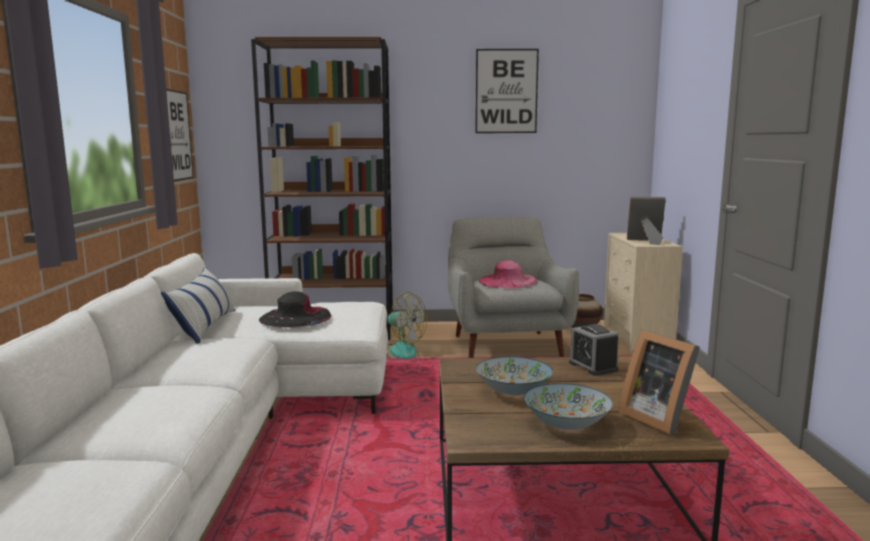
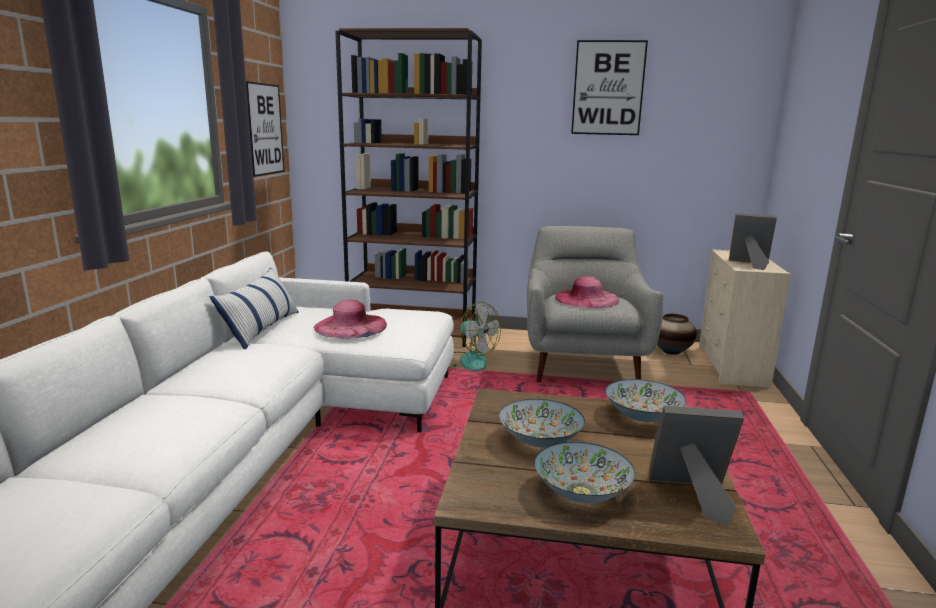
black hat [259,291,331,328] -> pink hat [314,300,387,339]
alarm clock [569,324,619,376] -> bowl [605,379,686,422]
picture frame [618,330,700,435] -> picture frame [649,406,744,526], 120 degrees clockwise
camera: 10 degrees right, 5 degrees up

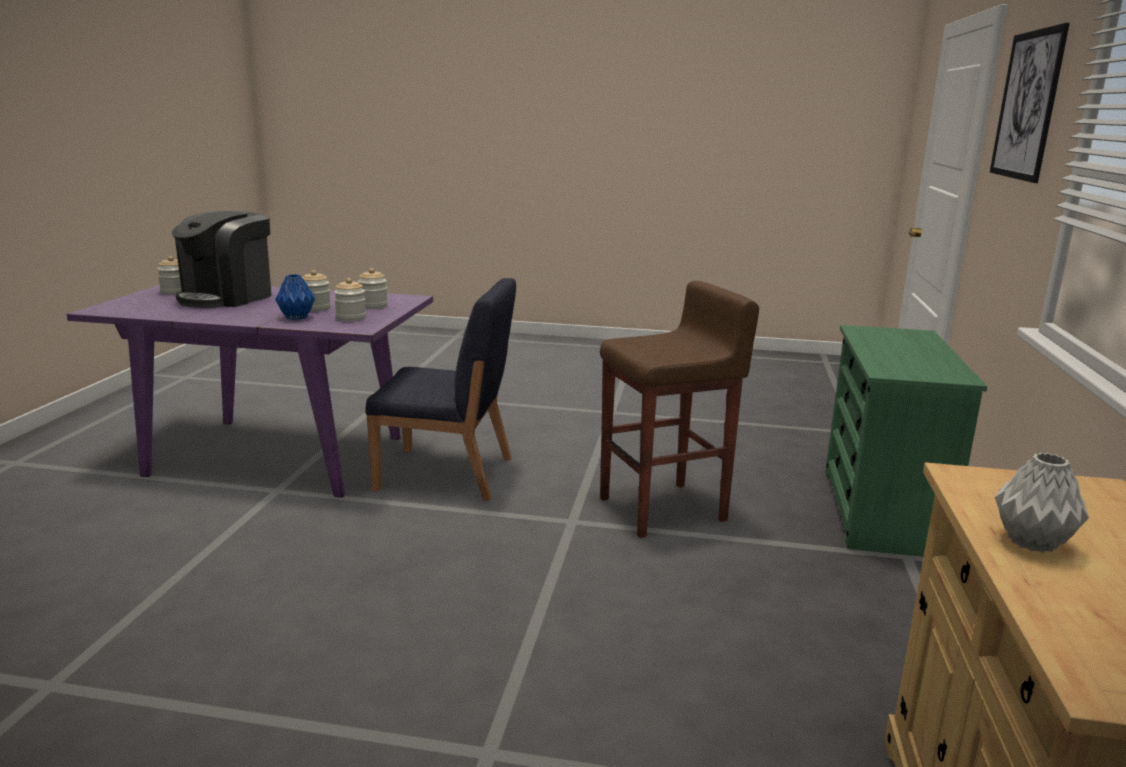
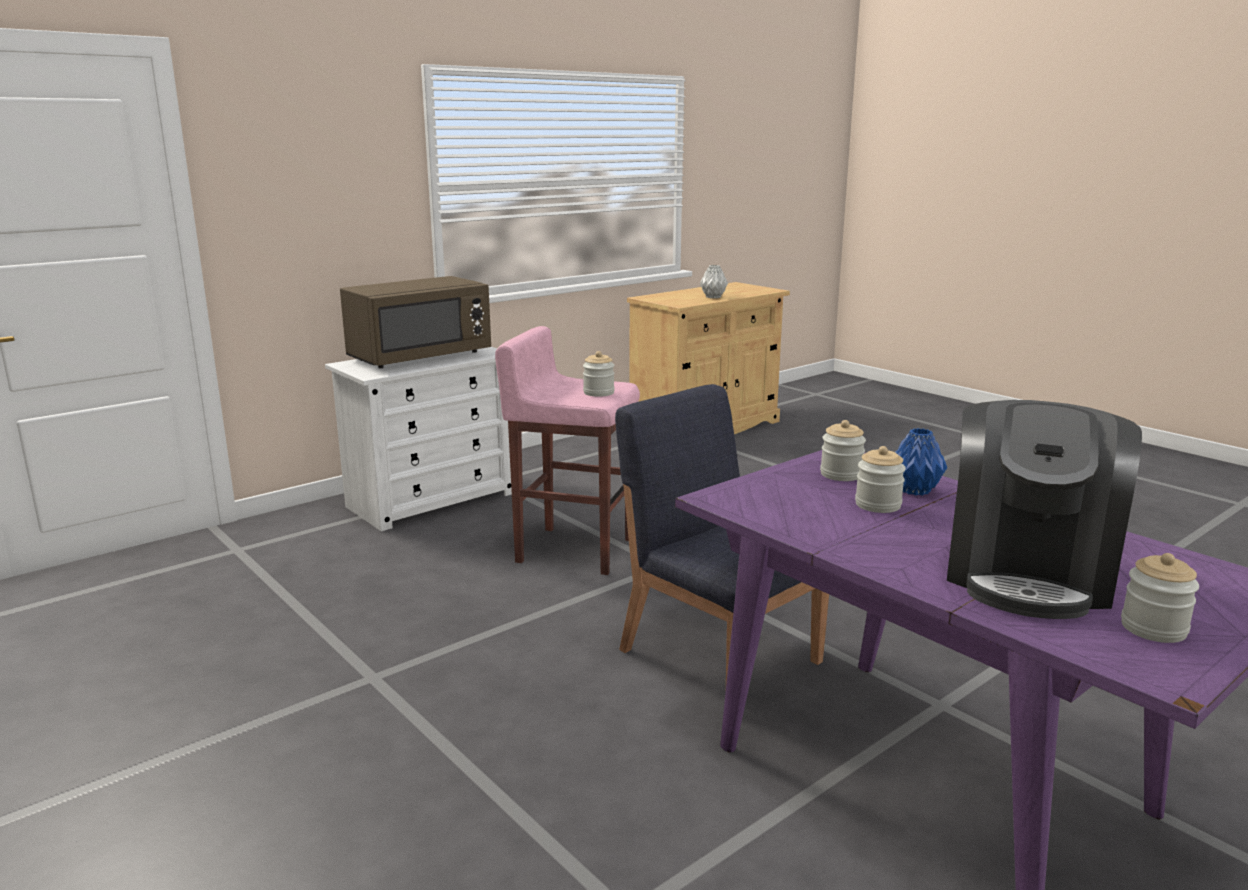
green dresser [825,325,987,557] -> white dresser [325,347,512,531]
none -> brown microwave [340,276,491,368]
brown stool [600,281,759,538] -> pink stool [495,326,640,575]
jar [358,268,388,309] -> jar [583,351,615,397], relocated
coffee machine [172,211,272,308] -> coffee machine [947,400,1142,619], 135 degrees clockwise
picture [990,23,1070,183] -> none
camera: 140 degrees left, 0 degrees up

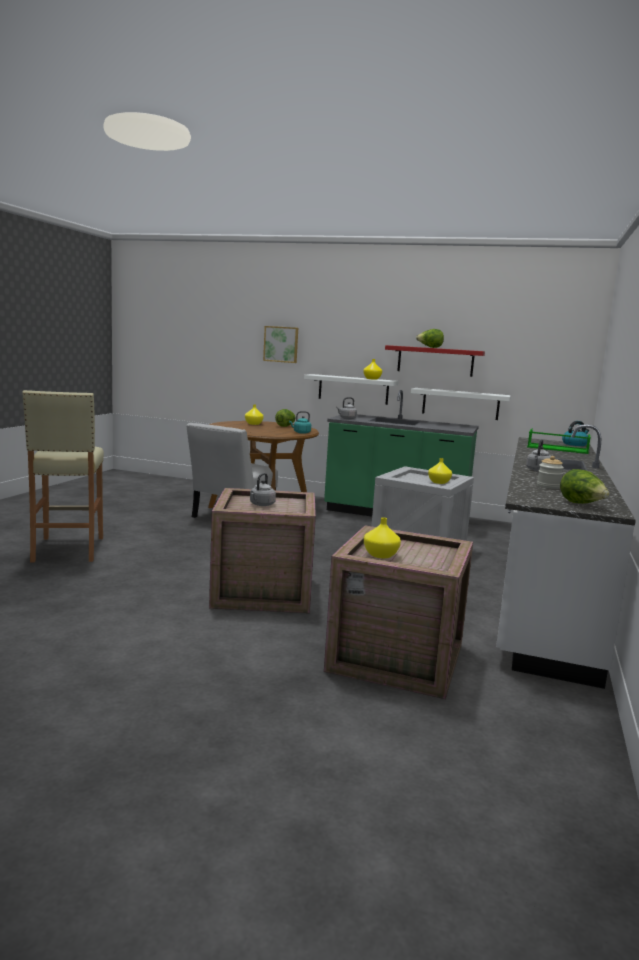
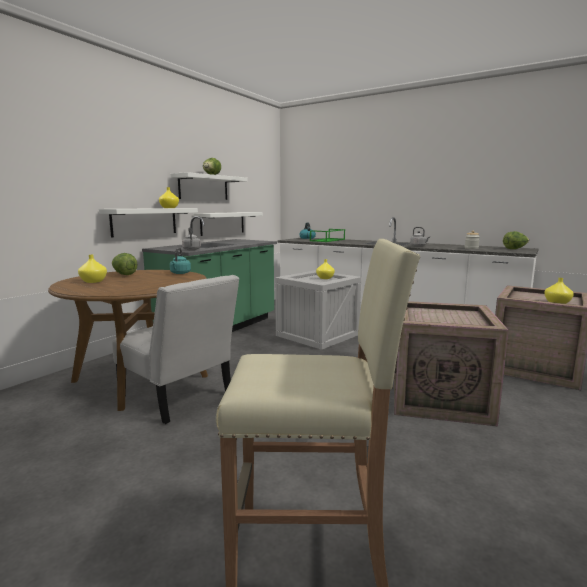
red shelf [385,345,485,377] -> white shelf [171,172,247,200]
grey kettle [250,473,276,506] -> none
picture [263,326,298,363] -> none
camera: 75 degrees left, 0 degrees up

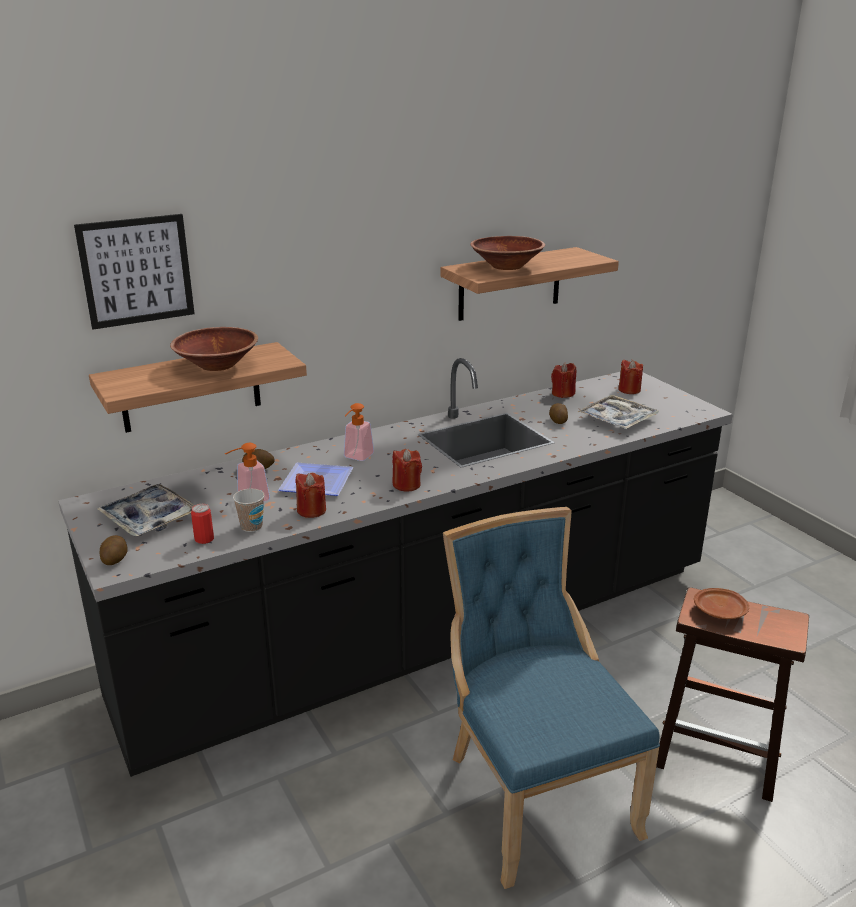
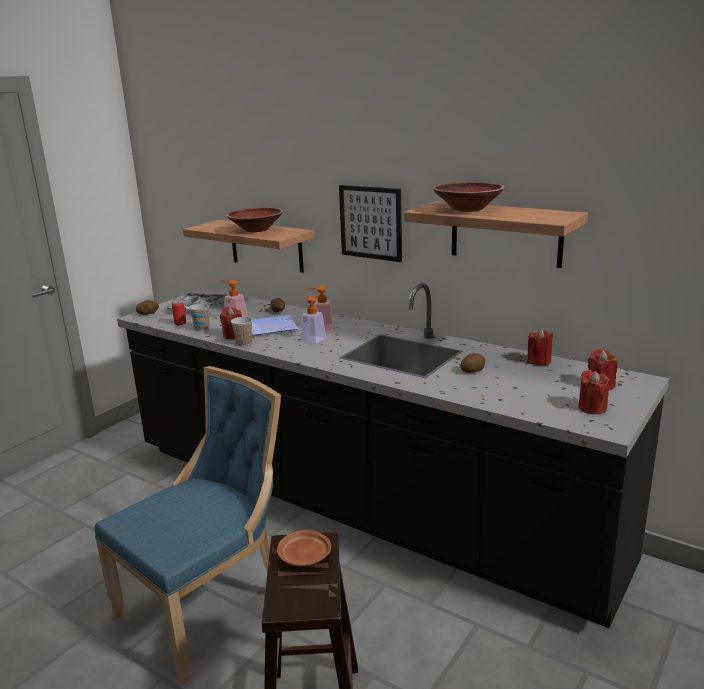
none -> cup [231,317,253,346]
none -> soap dispenser [301,294,326,344]
picture [74,214,195,330] -> picture [339,185,402,262], relocated
red candle [393,449,422,491] -> red candle [578,370,610,414], relocated
tray [578,395,659,429] -> none
camera: 65 degrees right, 5 degrees down

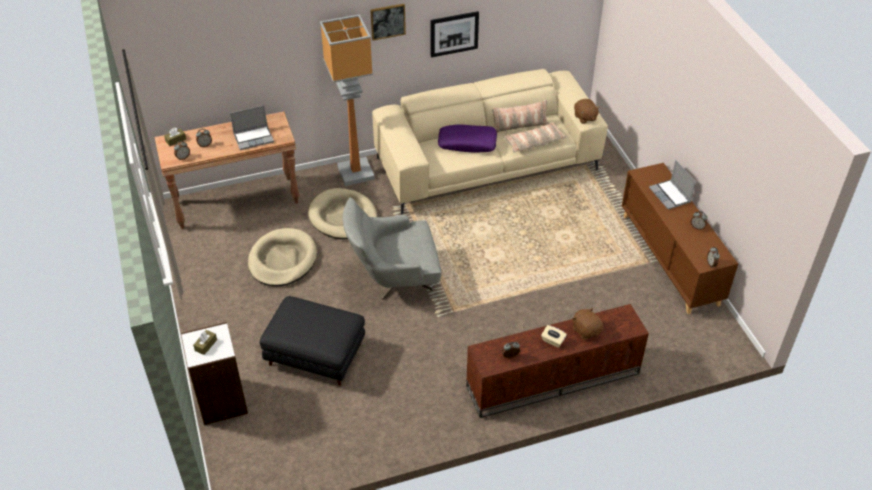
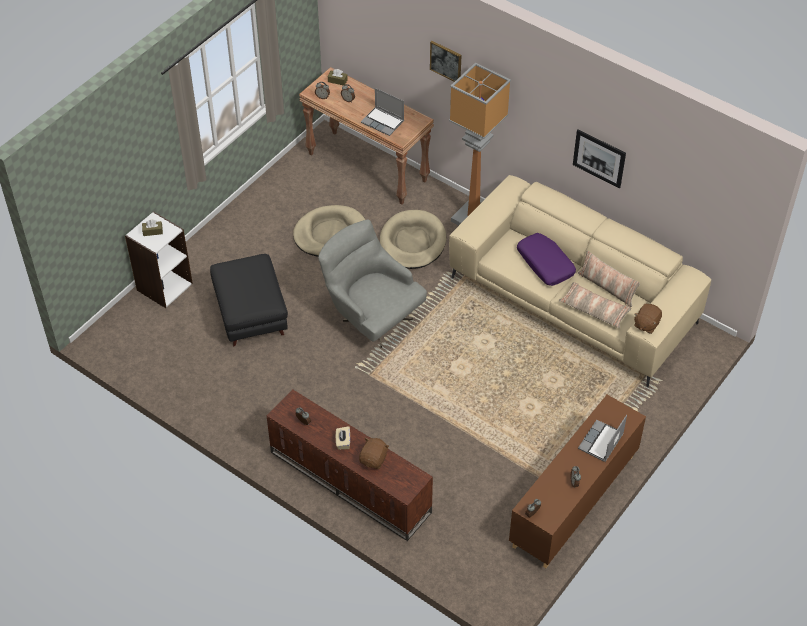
picture [370,4,406,41] -> picture [430,41,461,82], relocated
camera: 55 degrees right, 5 degrees up

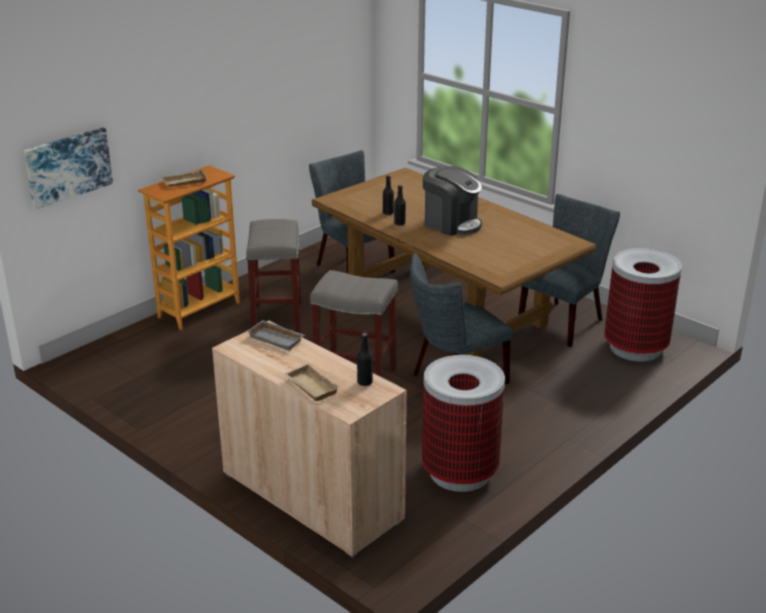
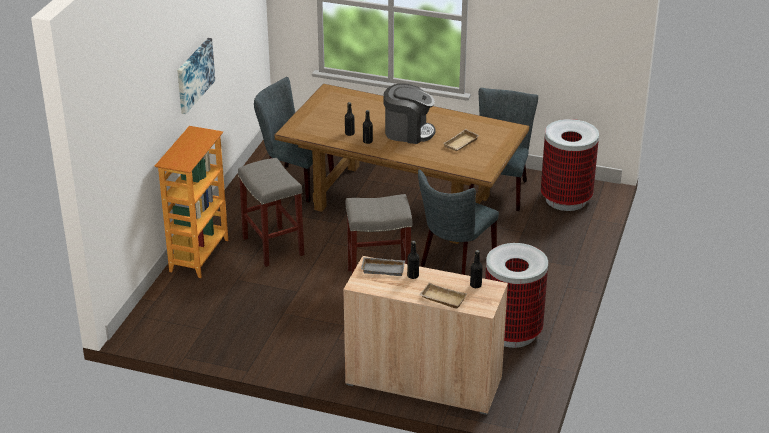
picture [23,127,113,209] -> picture [177,38,215,114], relocated
none -> black bottle [407,241,419,279]
beige tray [162,169,207,187] -> beige tray [444,129,480,151], relocated
camera: 25 degrees left, 5 degrees up

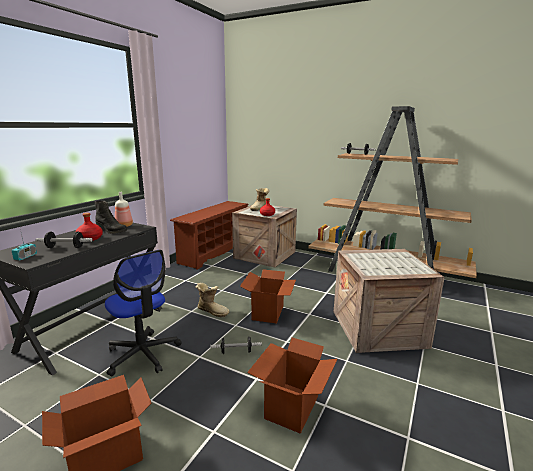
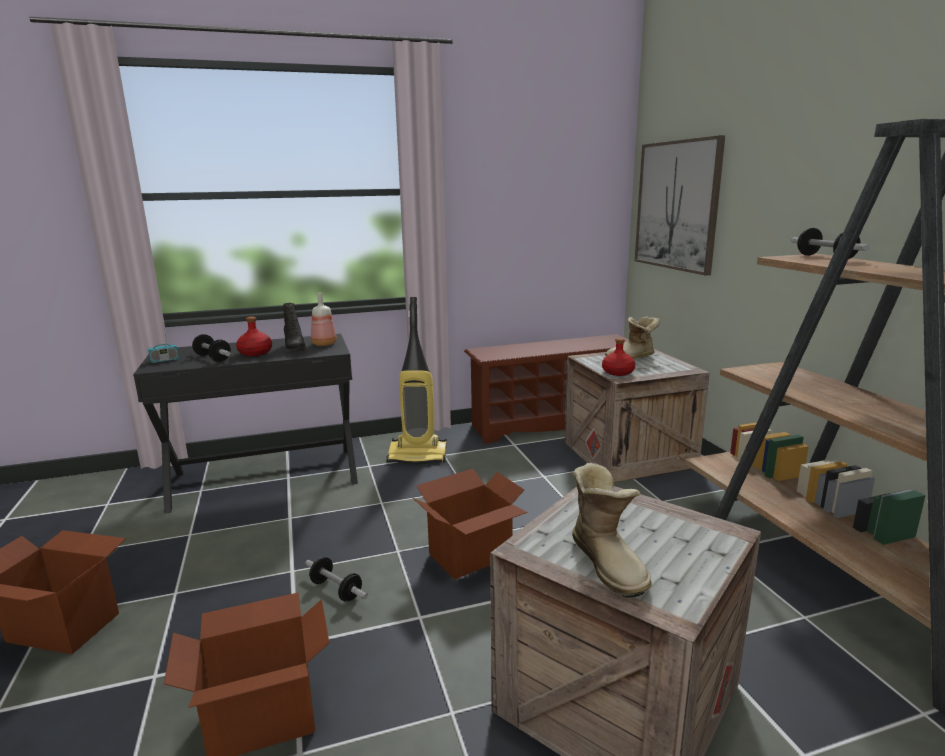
none -> vacuum cleaner [386,297,447,465]
boot [196,283,229,317] -> boot [572,463,652,598], relocated
none -> picture [635,135,725,276]
office chair [105,250,182,376] -> none
camera: 45 degrees right, 0 degrees up

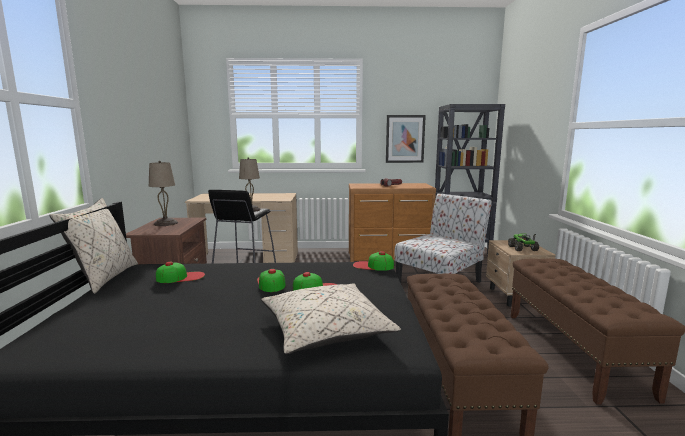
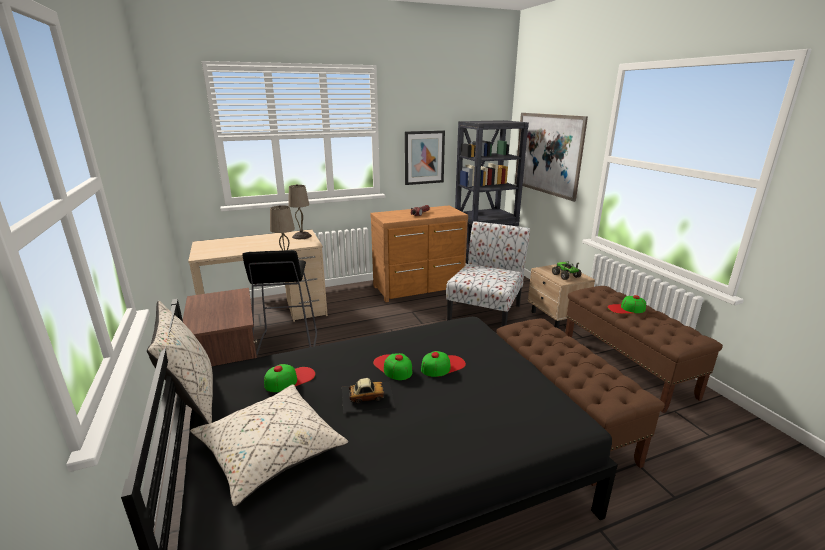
beige pillow [261,284,401,354] -> beige pillow [190,384,348,507], relocated
beige table lamp [149,161,178,226] -> beige table lamp [288,184,312,239], relocated
none -> toy car [342,378,395,413]
none -> picture [515,113,588,202]
cap [353,251,394,271] -> cap [608,295,646,314], relocated
camera: 20 degrees left, 10 degrees up

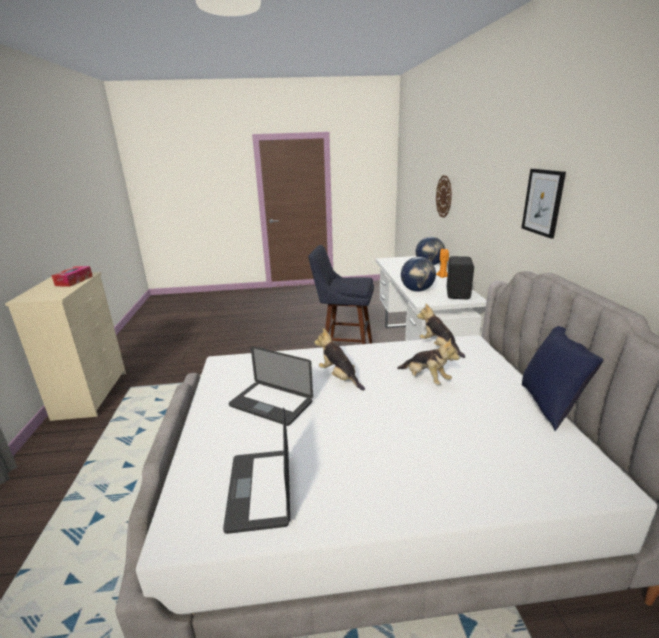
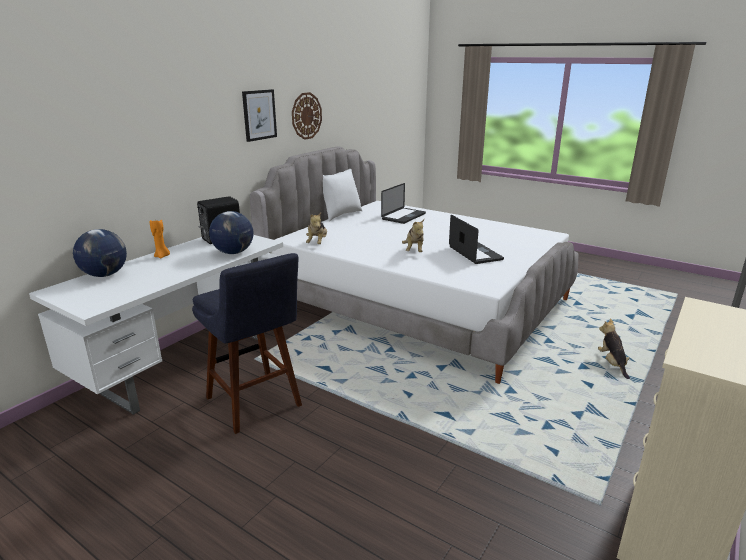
wall clock [436,175,452,218] -> wall clock [292,92,322,140], relocated
blue pillow [522,326,604,431] -> white pillow [323,169,362,221]
laptop [223,407,290,534] -> laptop [381,183,426,224], relocated
plush toy [397,338,460,385] -> plush toy [598,318,630,379], relocated
tissue box [51,266,93,287] -> none
camera: 140 degrees left, 0 degrees up

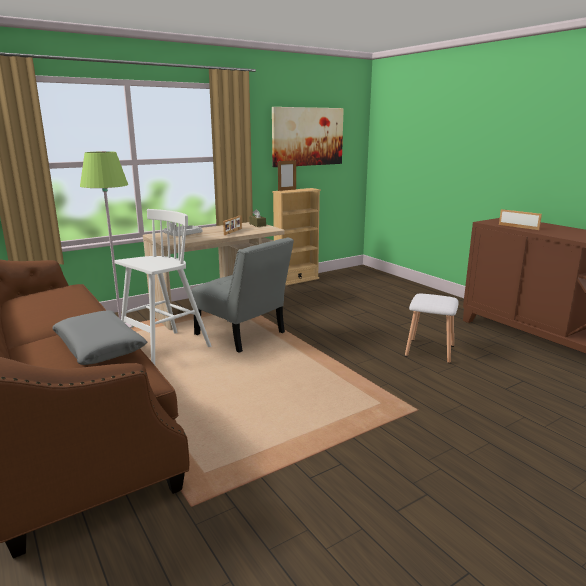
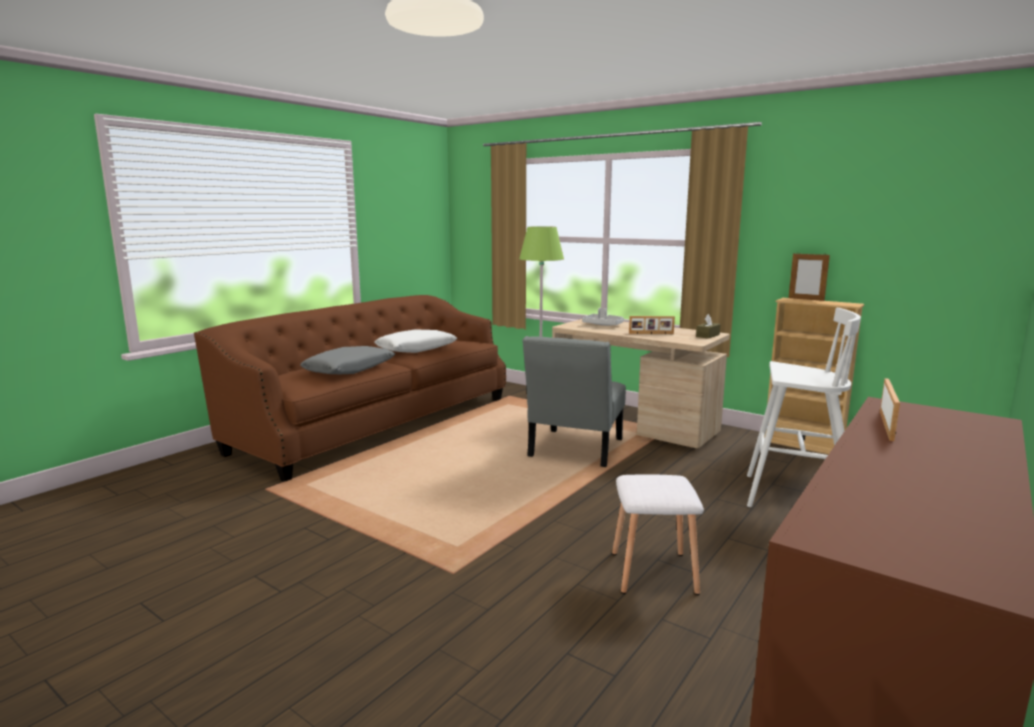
none -> white pillow [374,329,457,353]
white stool [114,209,211,365] -> white stool [747,308,861,507], relocated
picture [272,107,344,167] -> none
camera: 70 degrees right, 5 degrees down

